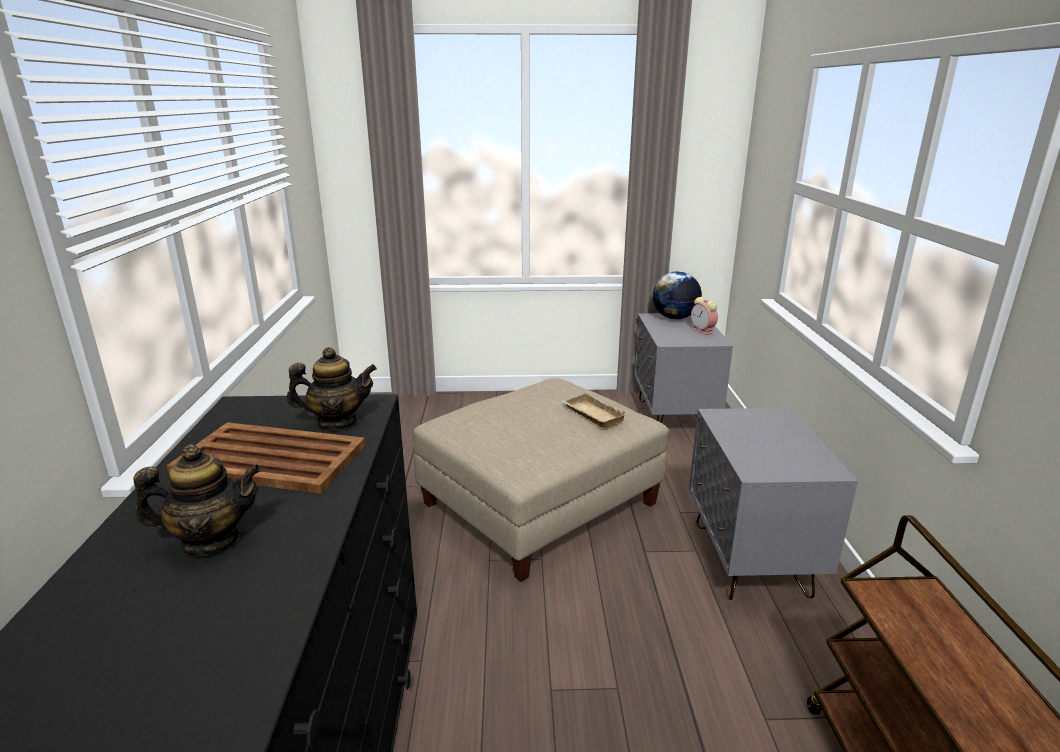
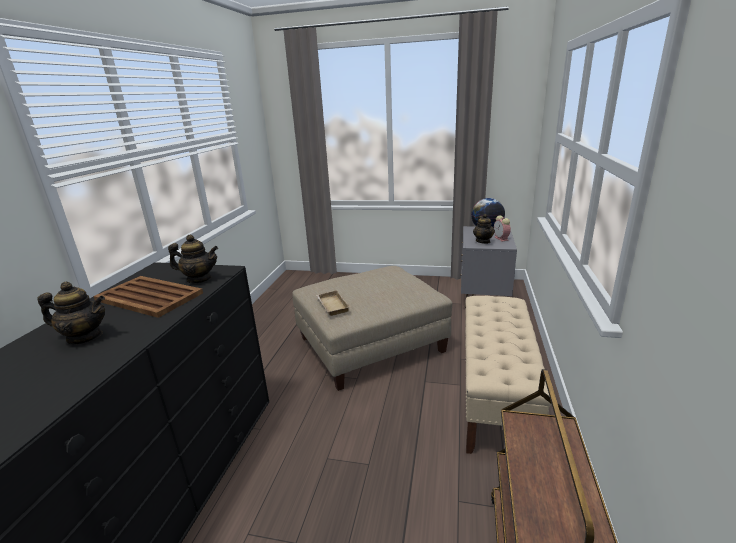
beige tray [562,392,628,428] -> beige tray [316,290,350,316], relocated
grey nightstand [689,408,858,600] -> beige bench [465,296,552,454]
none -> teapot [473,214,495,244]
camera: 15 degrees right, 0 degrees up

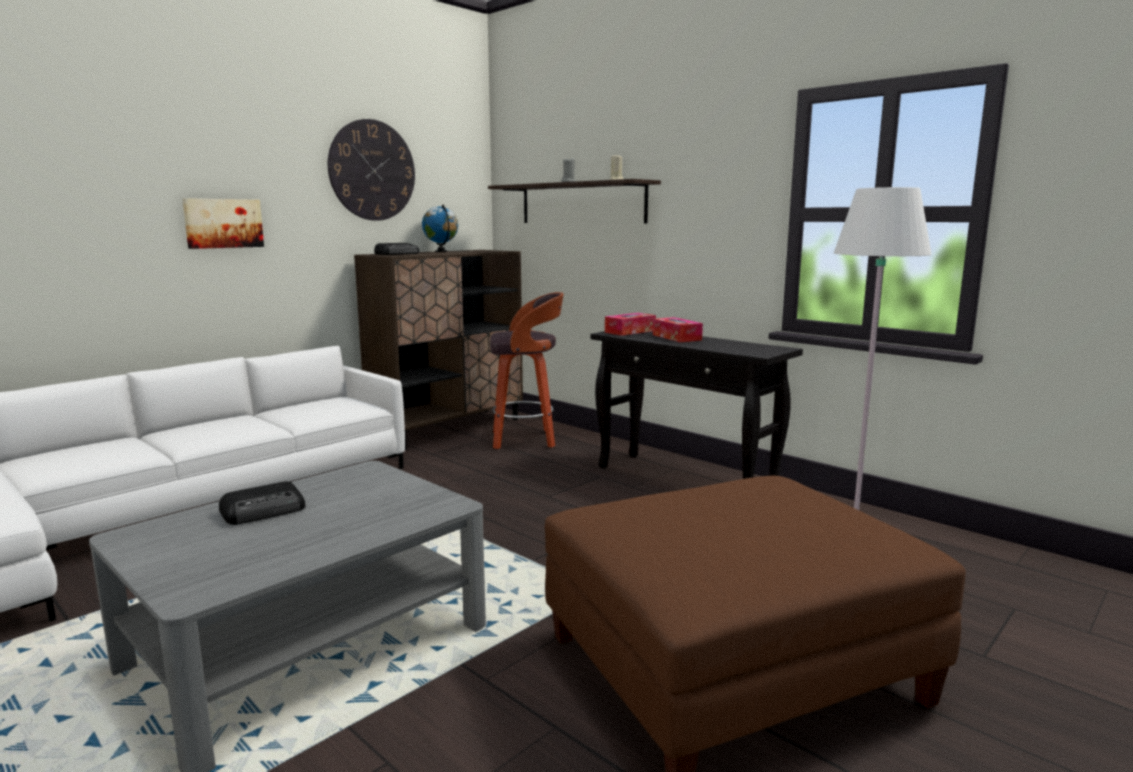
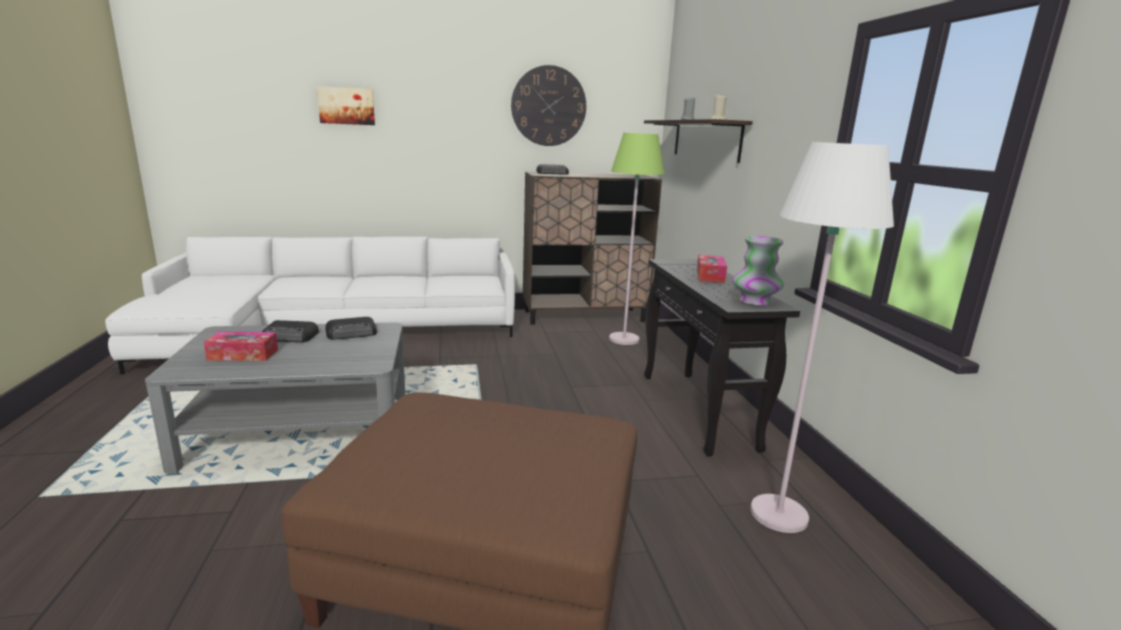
tissue box [605,313,656,336] -> tissue box [204,331,278,361], relocated
picture [182,198,264,249] -> picture [317,86,375,125], relocated
none -> radio [325,317,377,340]
stool [490,292,564,450] -> green floor lamp [609,133,664,345]
none -> vase [732,236,784,305]
globe [422,205,458,252] -> none
camera: 35 degrees right, 5 degrees up

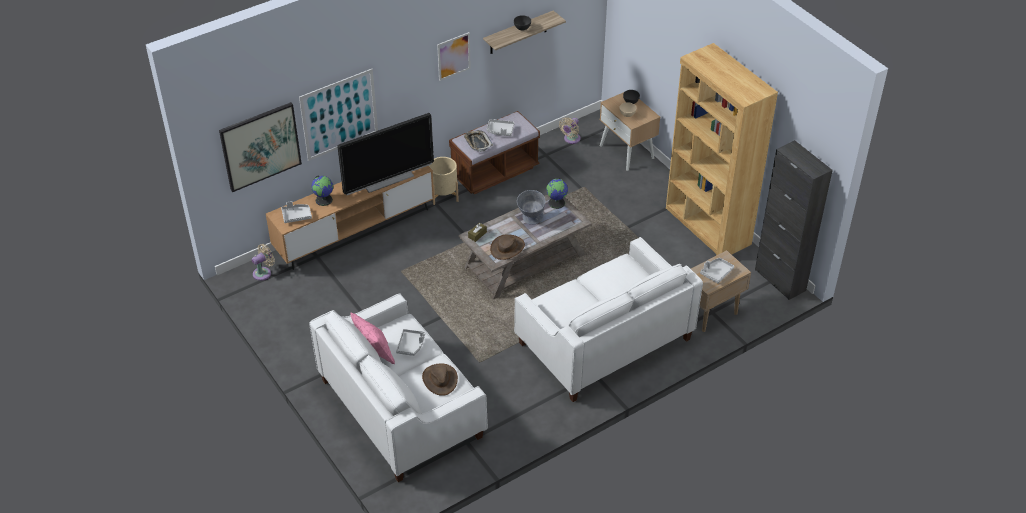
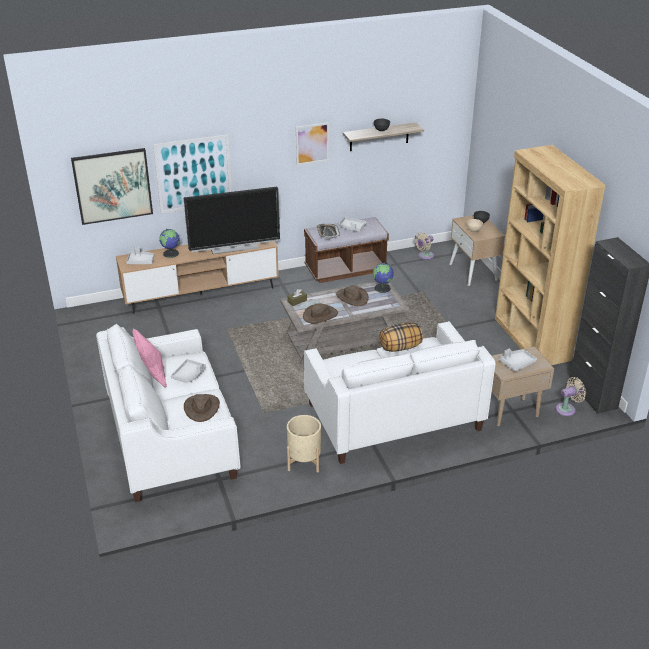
beige planter [429,157,459,205] -> beige planter [287,415,321,472], relocated
grey bowl [517,190,545,225] -> brown hat [336,285,369,306]
none -> pillow [380,322,423,352]
beige fan [252,244,275,281] -> beige fan [556,377,586,416], relocated
camera: 15 degrees right, 10 degrees down

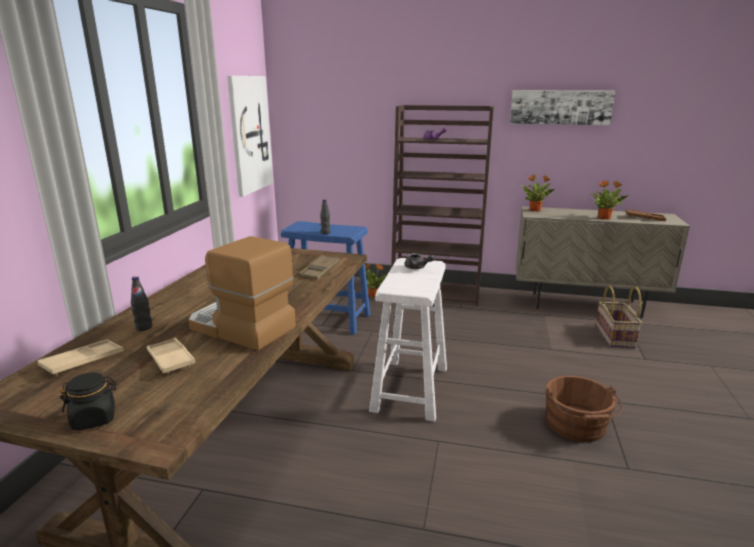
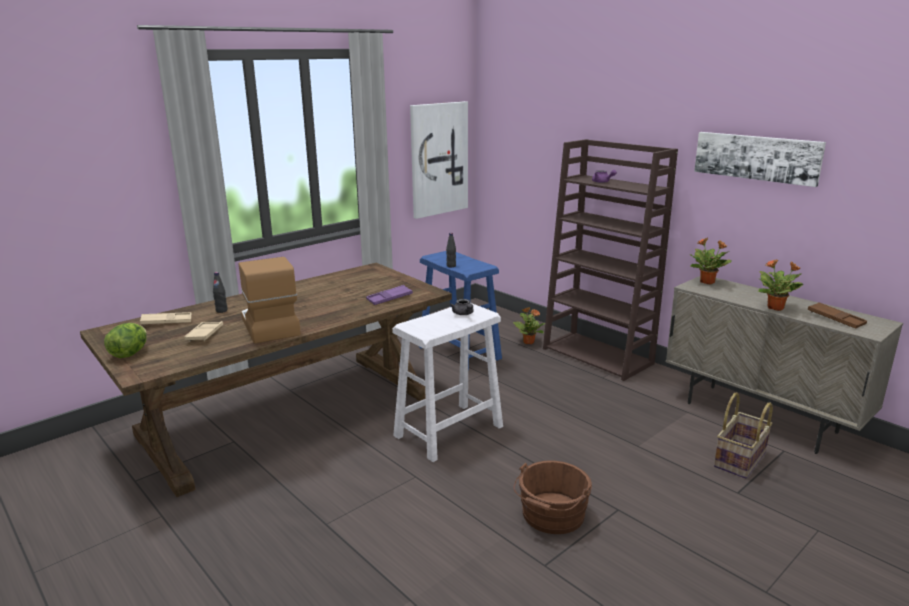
black jar [60,372,117,431] -> lettuce [104,323,147,358]
brown tray [299,255,339,280] -> purple tray [366,285,413,305]
camera: 35 degrees right, 0 degrees up

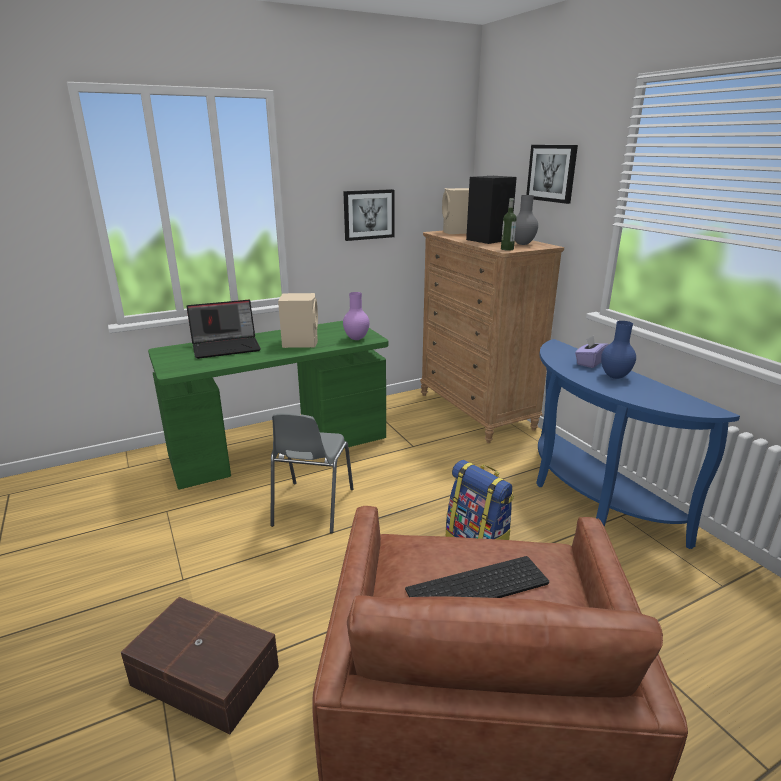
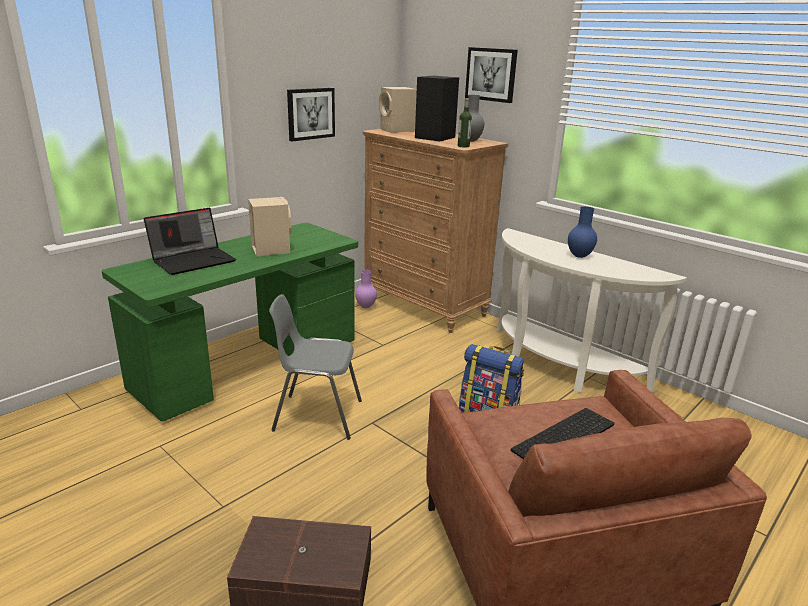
grey chair [271,413,353,533] -> grey chair [269,294,362,440], 105 degrees clockwise
purple vase [343,292,370,340] -> purple vase [355,270,377,308], relocated
blue console table [536,339,740,549] -> white console table [496,228,687,393]
purple tissue box [575,335,608,368] -> none
camera: 20 degrees left, 0 degrees up

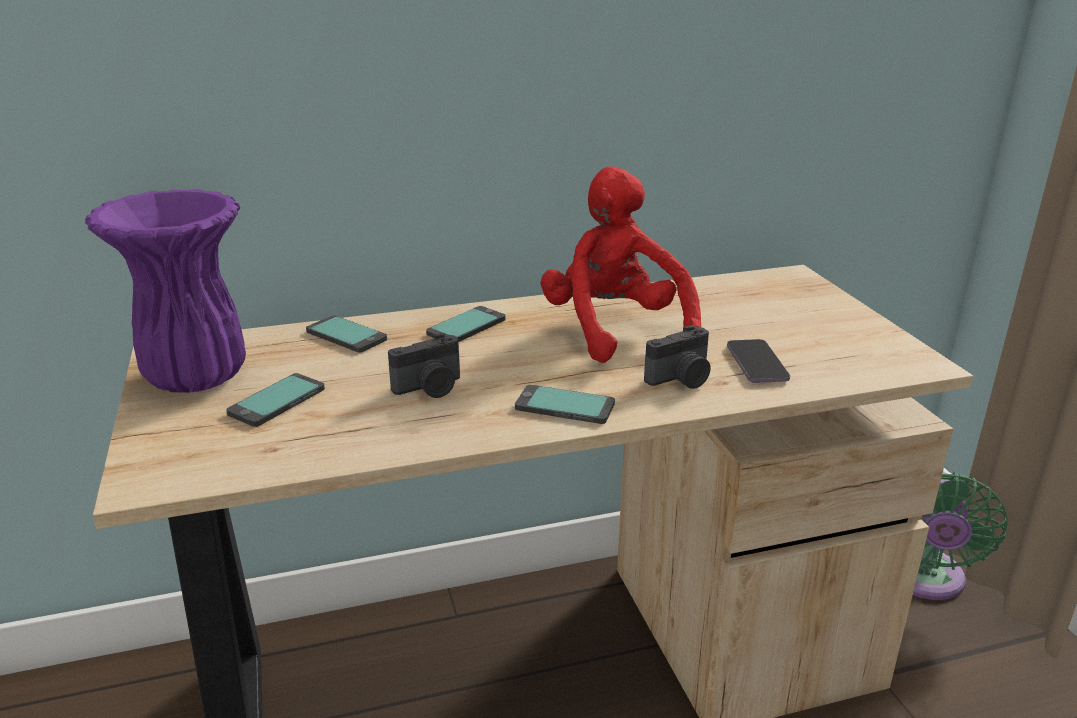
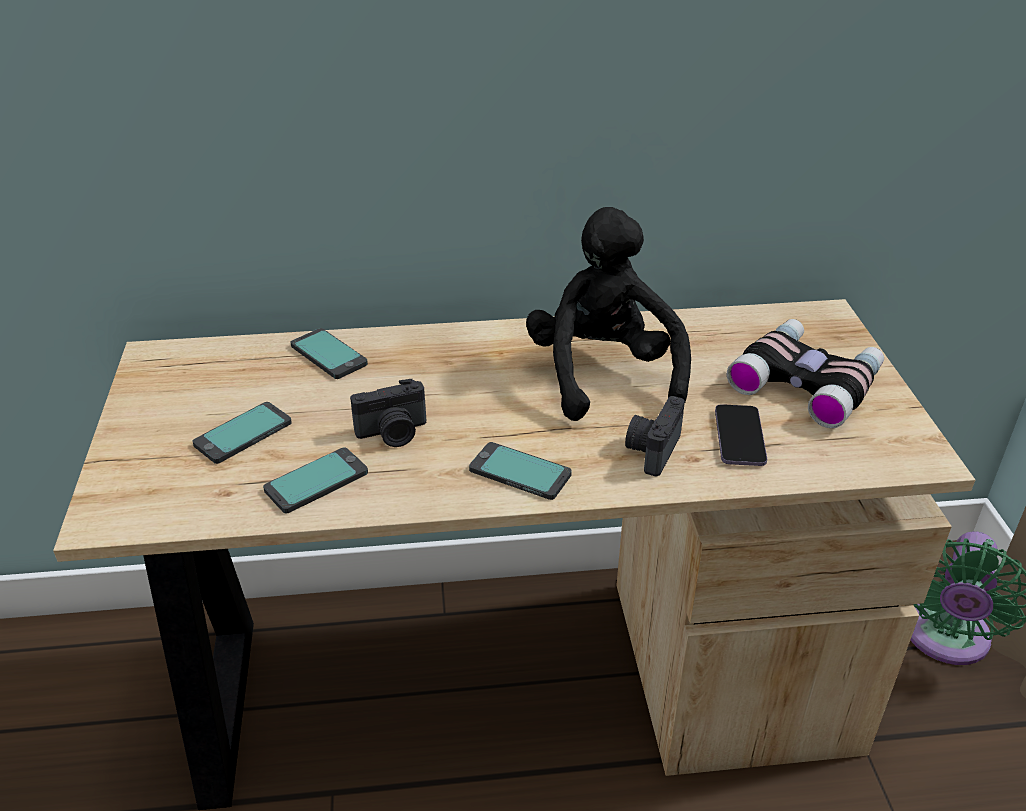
phone [426,306,506,342] -> phone [263,447,368,514], relocated
red plush toy [540,166,701,363] -> black plush toy [526,207,691,421]
photo camera [644,325,711,389] -> photo camera [625,396,685,476], 135 degrees clockwise
none -> binoculars [727,319,884,428]
purple vase [85,189,246,393] -> none
camera: 10 degrees right, 10 degrees up

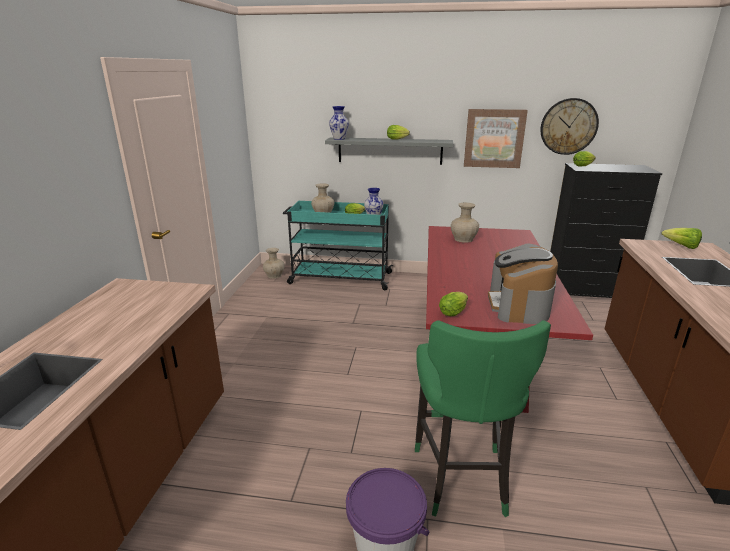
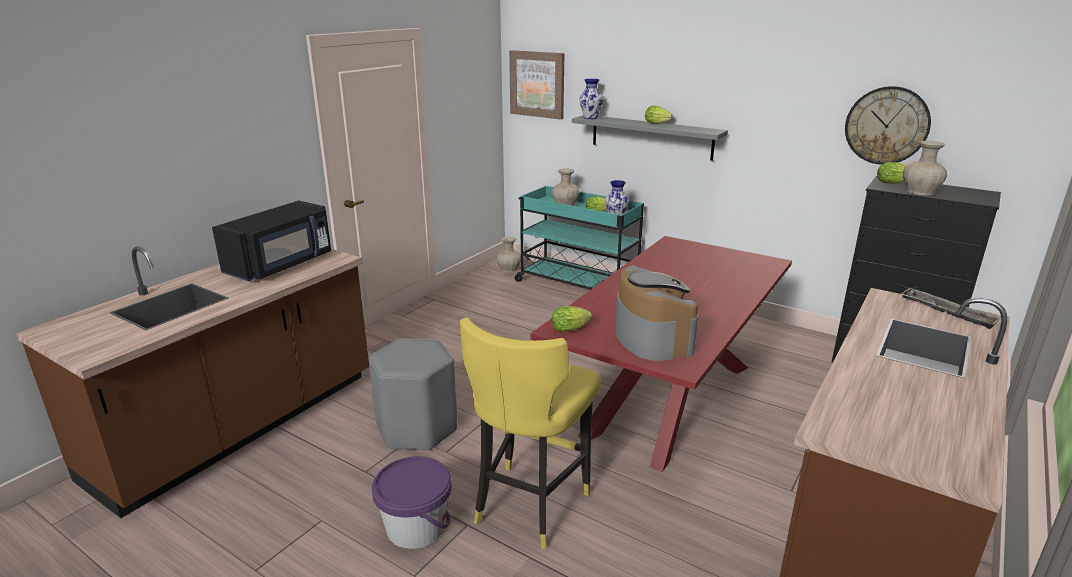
none -> black microwave [212,200,331,281]
none -> grey stool [369,338,457,451]
green stool [415,320,551,517] -> yellow stool [460,317,601,549]
picture [464,109,528,168] -> picture [509,50,565,120], relocated
coffee machine [488,243,558,324] -> coffee machine [615,265,698,361], 135 degrees clockwise
lettuce [662,228,702,249] -> tray [901,288,1001,329]
beige vase [451,203,479,243] -> beige vase [903,141,947,196], relocated
camera: 25 degrees right, 0 degrees up

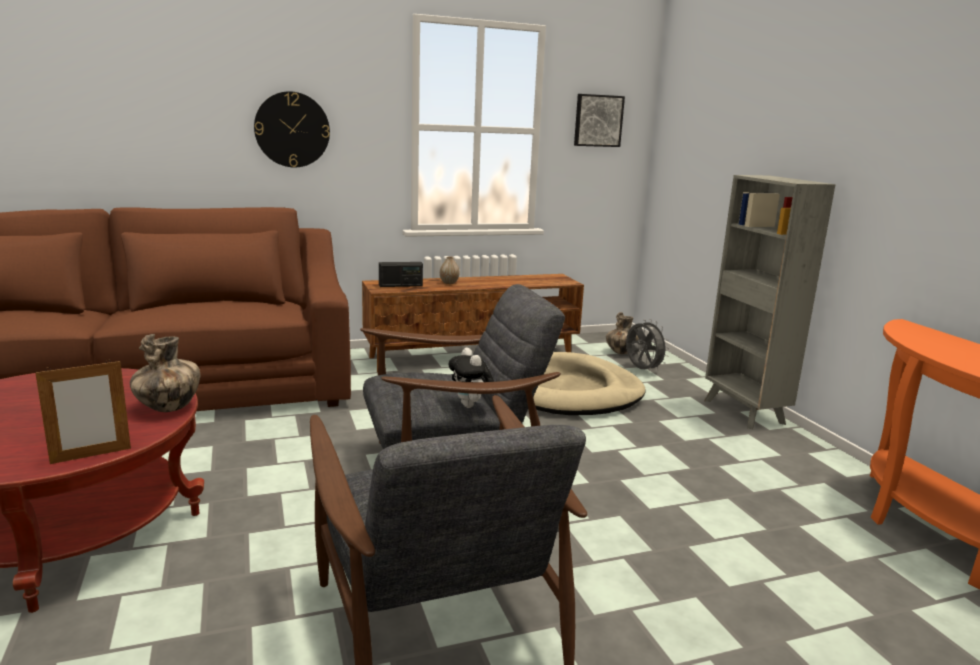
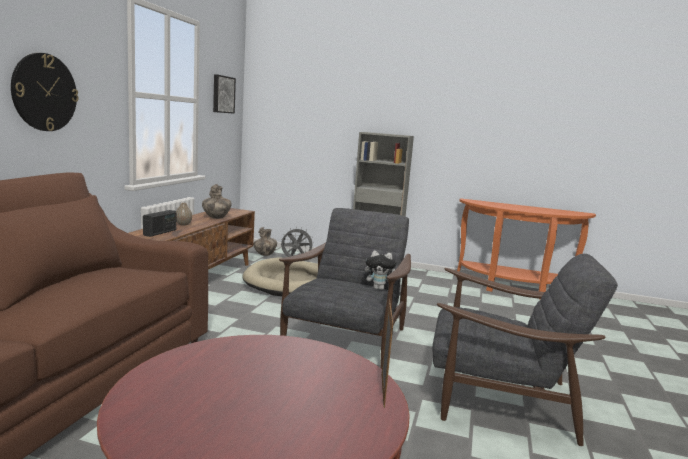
vase [130,334,200,412] -> vase [202,184,232,219], relocated
camera: 55 degrees left, 5 degrees down

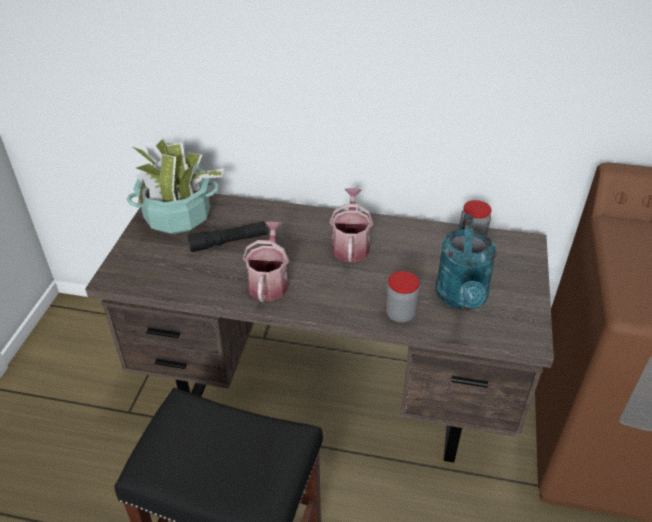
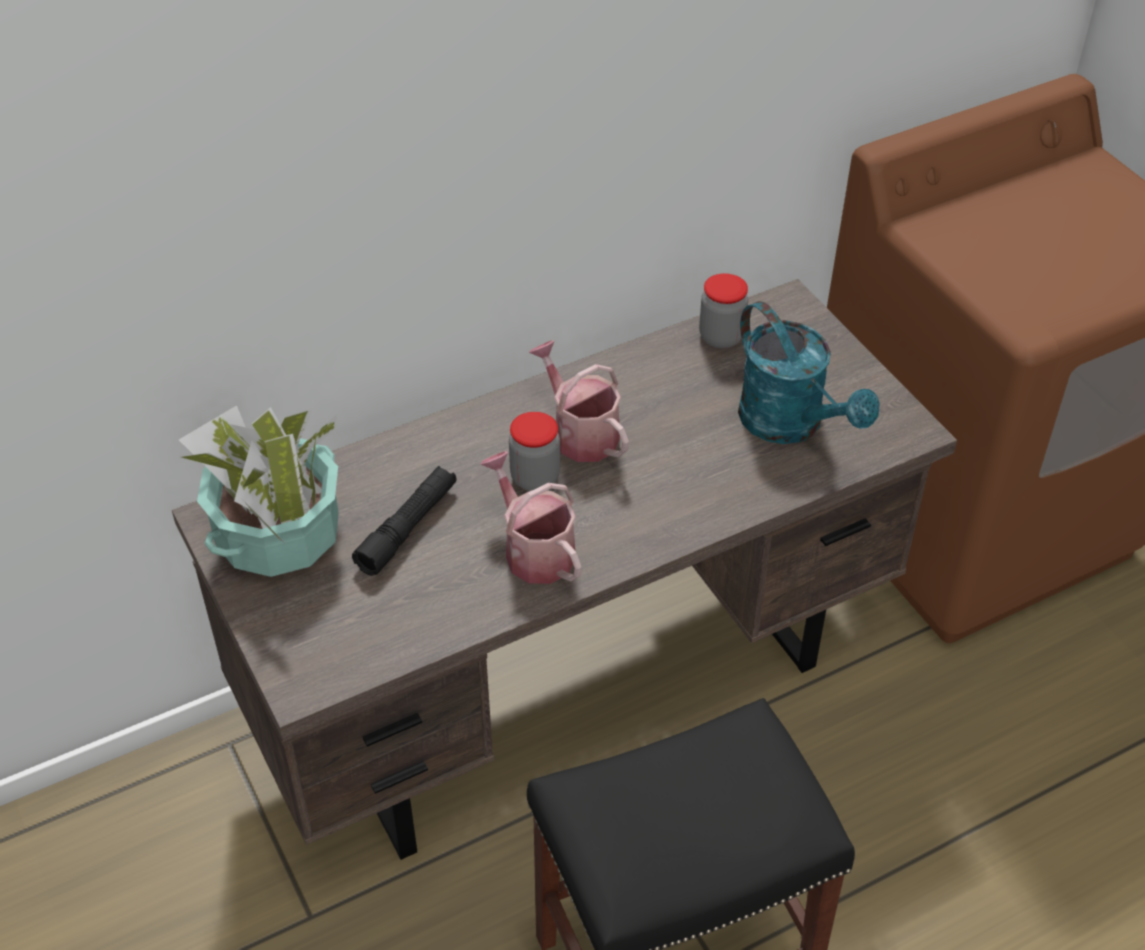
jar [385,271,420,323] -> jar [509,412,560,491], relocated
camera: 40 degrees left, 5 degrees up

